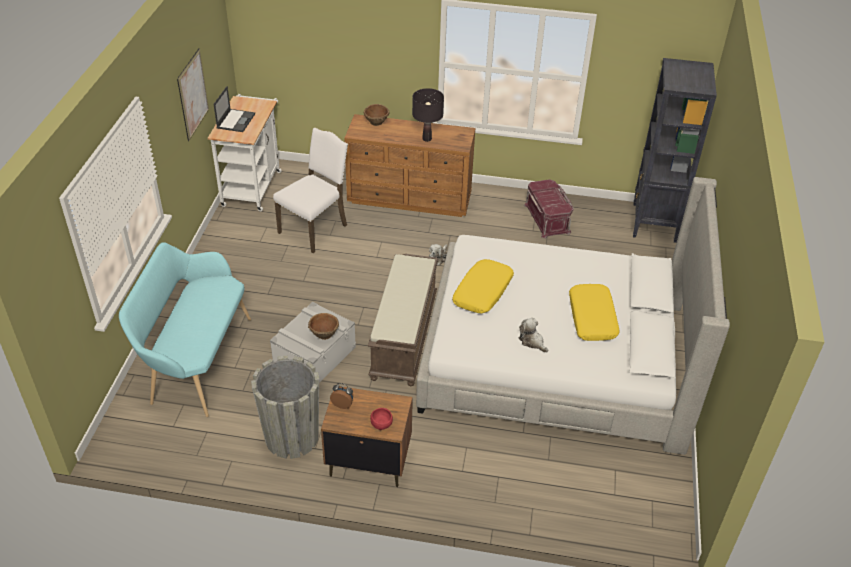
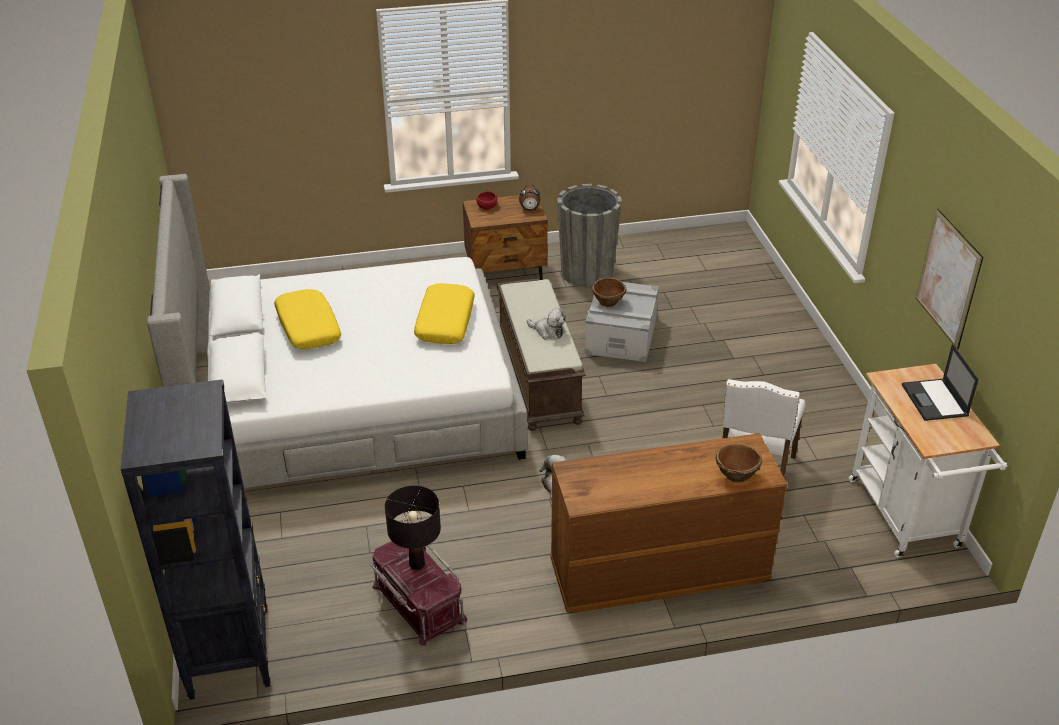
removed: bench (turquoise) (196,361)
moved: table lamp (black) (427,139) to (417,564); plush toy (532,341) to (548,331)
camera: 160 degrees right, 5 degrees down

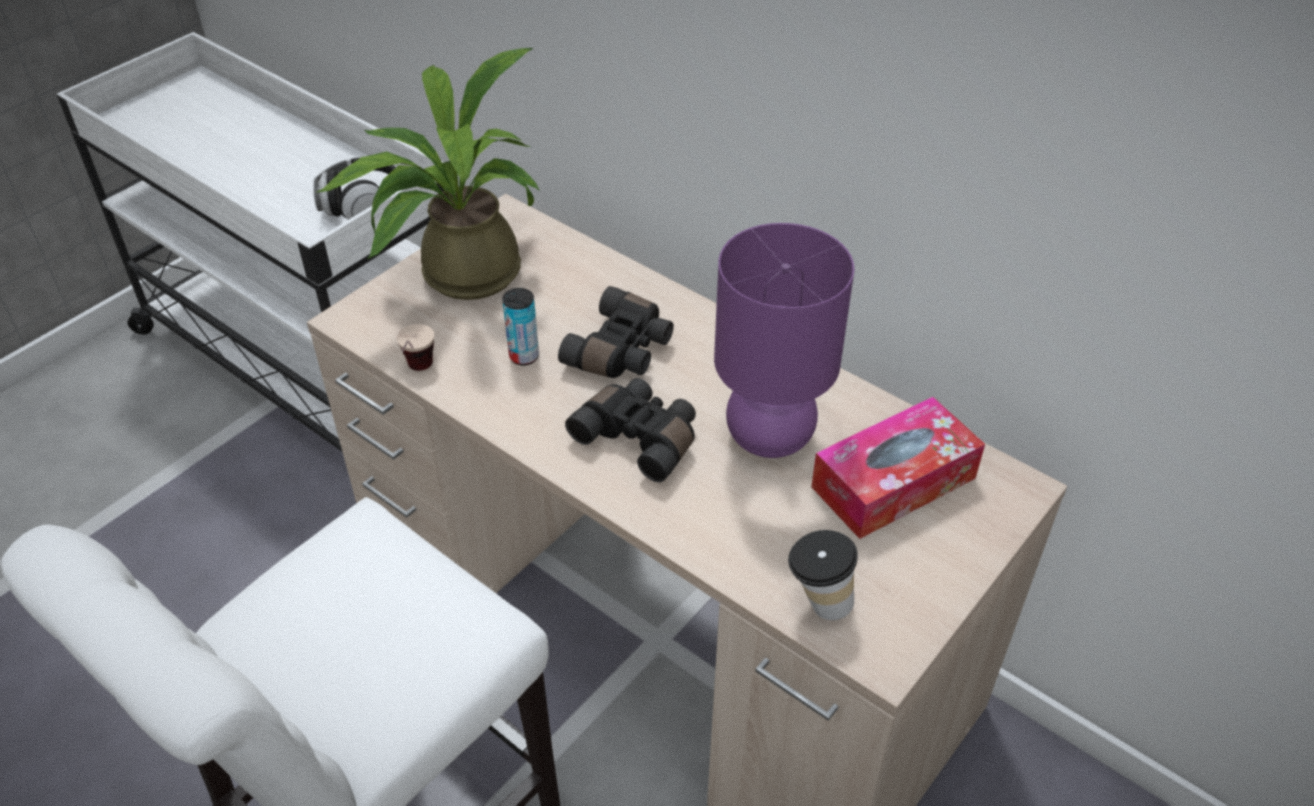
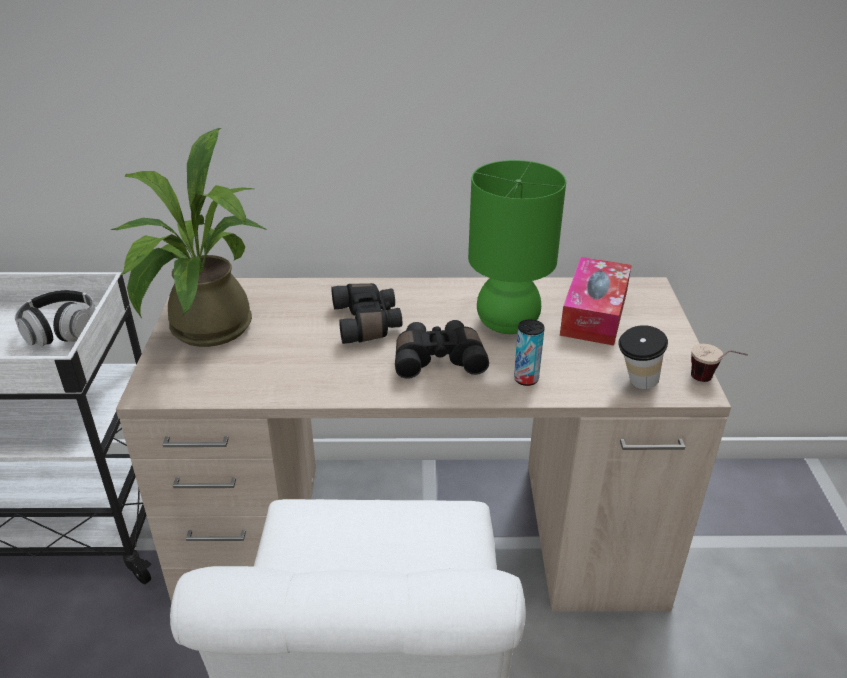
moved: can (524,356) to (526,379); cup (417,373) to (711,382)
recoloured: table lamp (purple) (769,438) to table lamp (green) (508,324)
camera: 40 degrees left, 10 degrees down

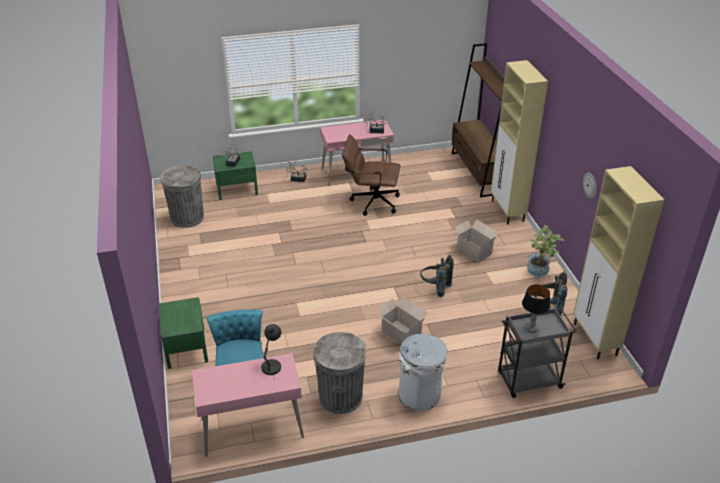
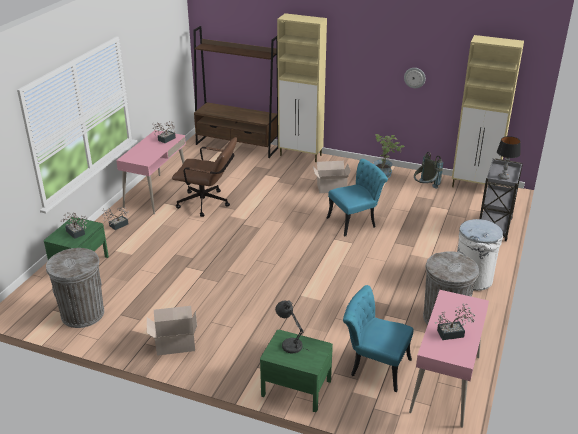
added: potted plant (453,333)
moved: cardboard box (400,333) to (174,344); table lamp (grey) (272,366) to (290,344)
replaced: backpack (grey) (435,288) to chair (turquoise) (356,221)
turned: office chair (brown) (371,202) = (208,204) 120 degrees counterclockwise
camera: 55 degrees left, 5 degrees down

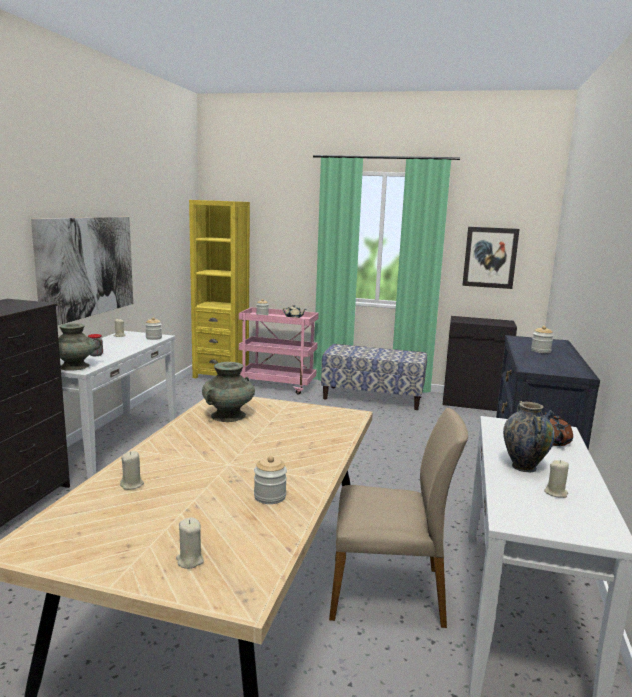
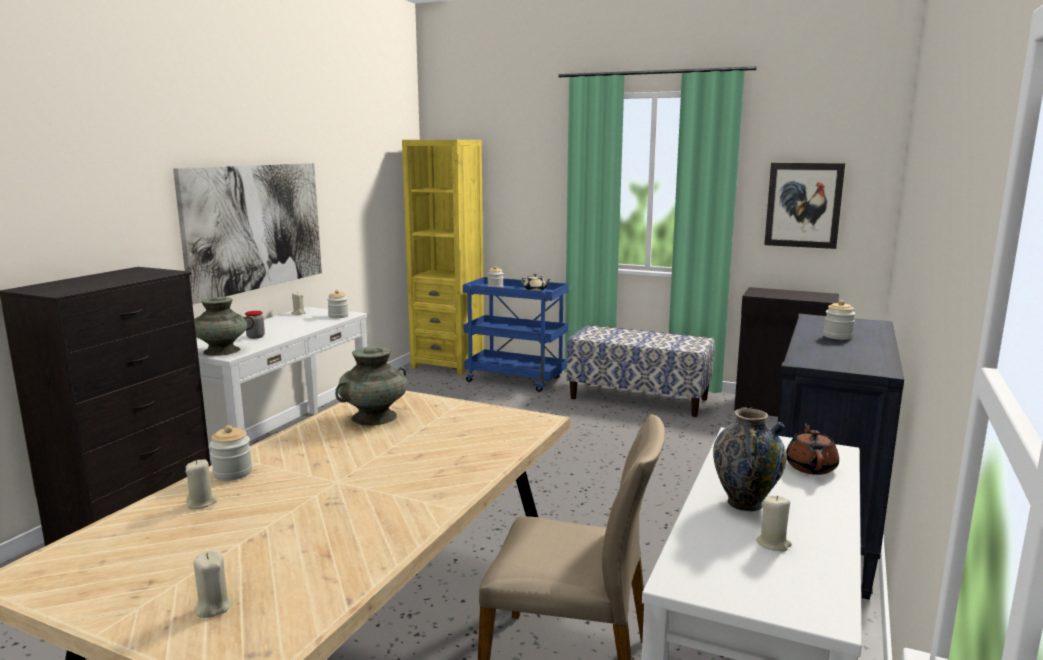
moved: jar (270,496) to (233,473)
recoloured: cart (pink) (278,386) to cart (blue) (517,380)
camera: 10 degrees right, 0 degrees up

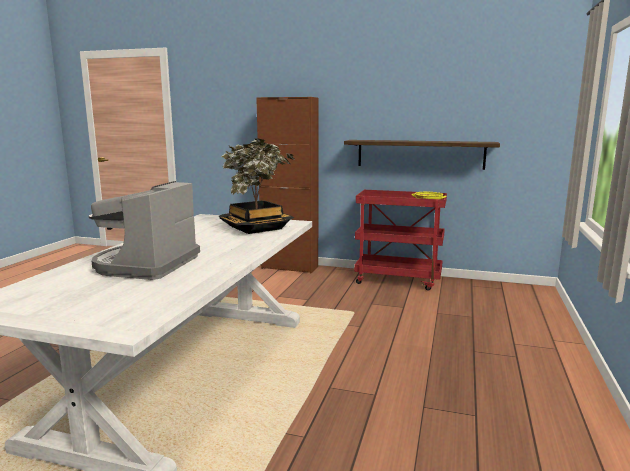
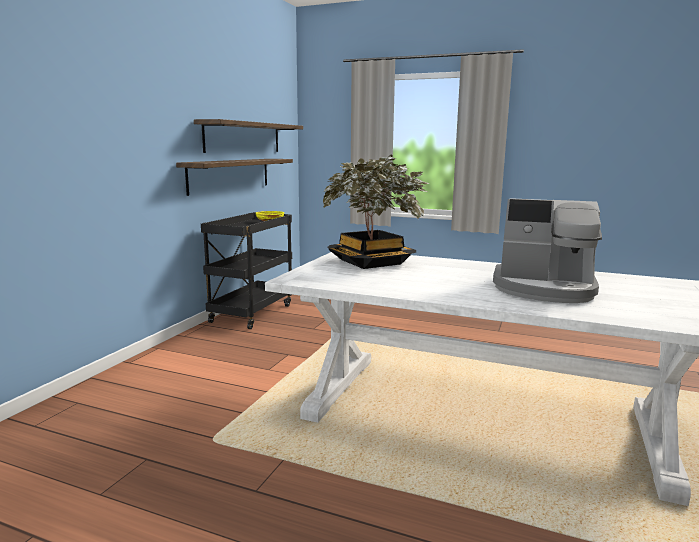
removed: cabinet (brown) (289,267)
added: shelf (243,137)
recoloured: cart (red) (399,280) to cart (black) (252,313)
camera: 85 degrees left, 0 degrees up

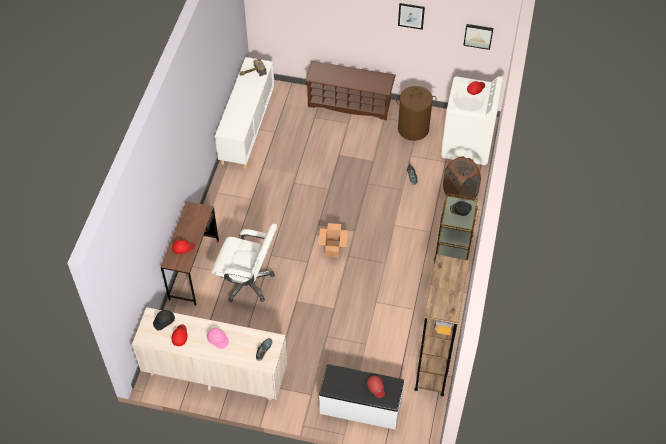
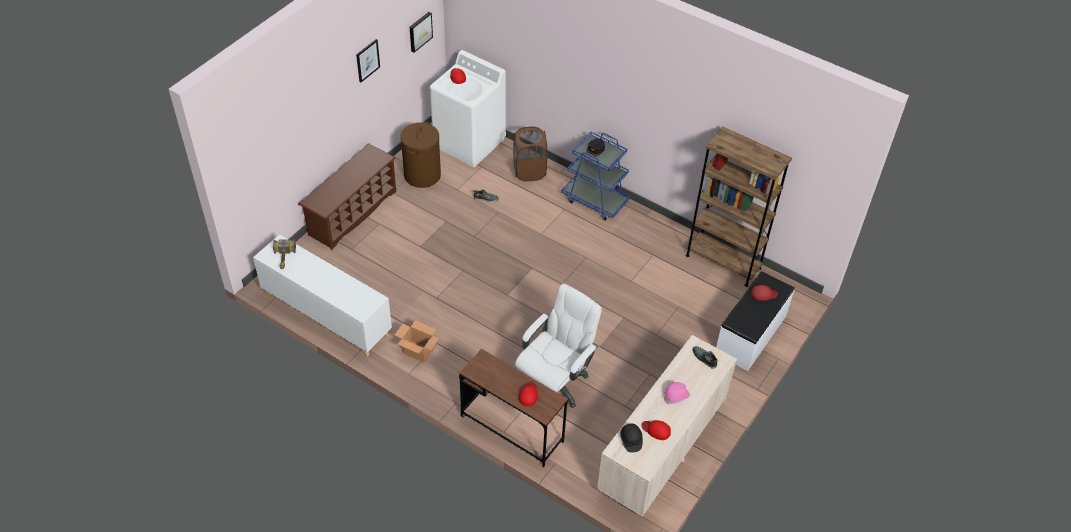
moved: cardboard box (333,248) to (417,352)
recoloured: cart (brown) (453,249) to cart (blue) (595,200)
camera: 70 degrees left, 5 degrees down

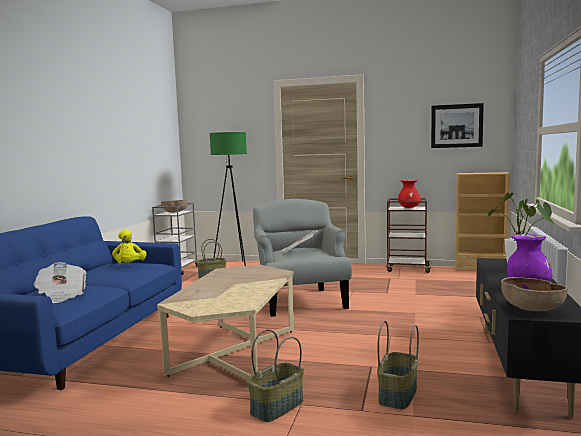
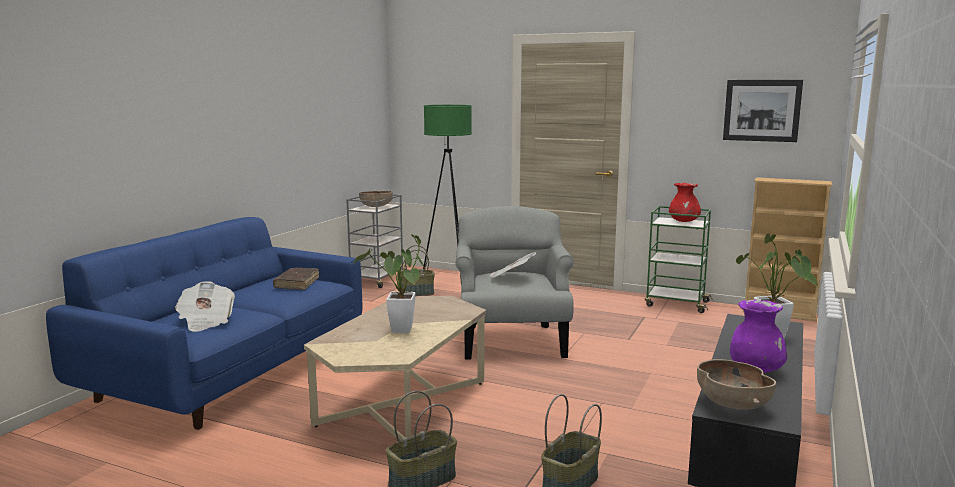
added: potted plant (400,332)
replaced: plush toy (yellow) (130,266) to book (brown) (297,284)
recoloured: cart (brown) (407,268) to cart (green) (676,304)
camera: 10 degrees right, 5 degrees up

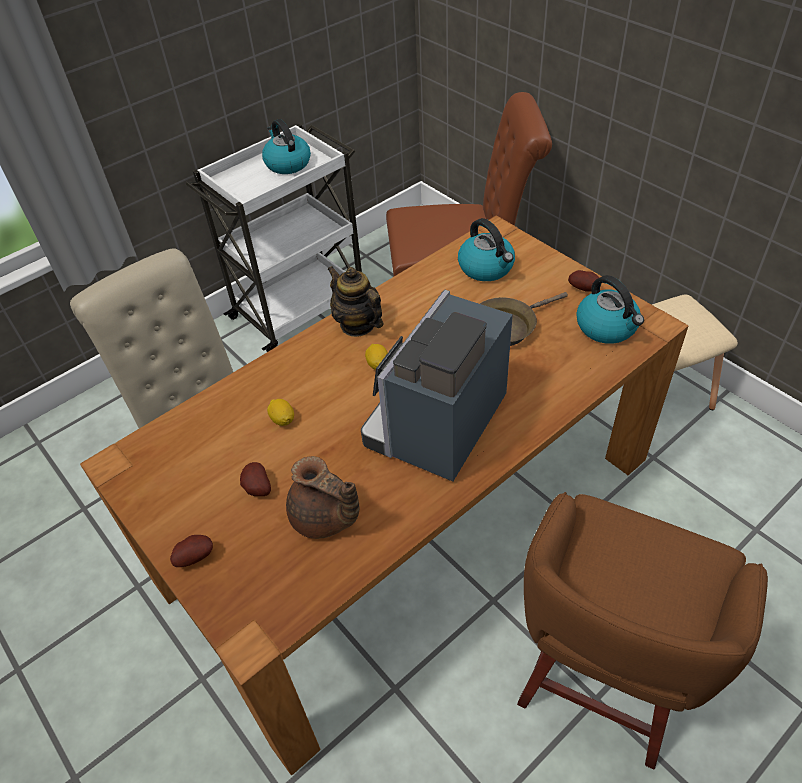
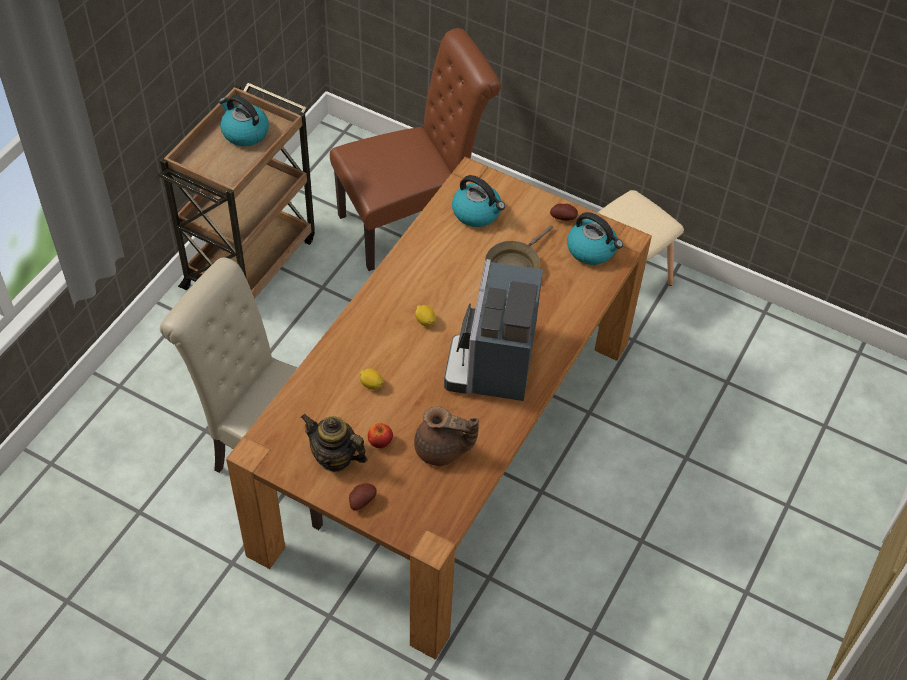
removed: stool (brown) (601,681)
moved: teapot (358,324) to (335,457)
replaced: potato (256,489) to apple (380,442)
recoloured: cart (white) (300,307) to cart (brown) (251,261)
camera: 25 degrees left, 5 degrees up

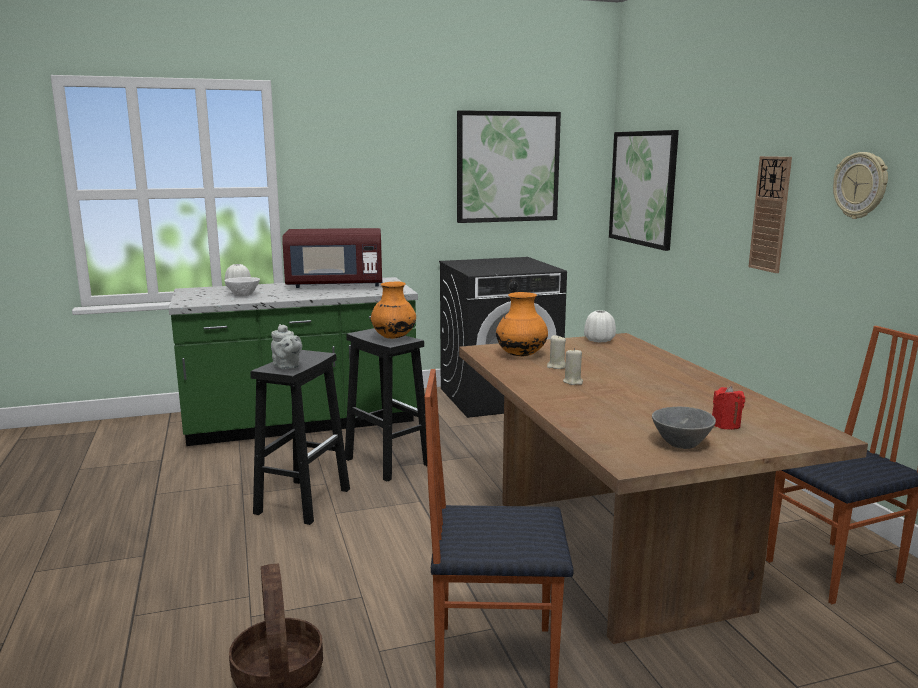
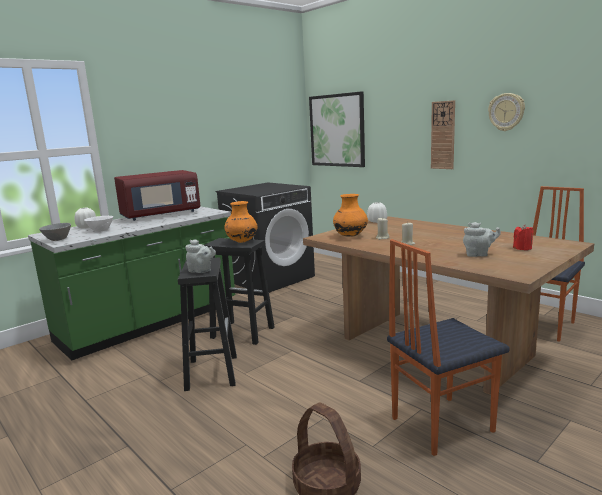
removed: picture (507,167)
added: teapot (grey) (479,255)
moved: bowl (grey) (679,443) to (57,239)
camera: 25 degrees left, 0 degrees up

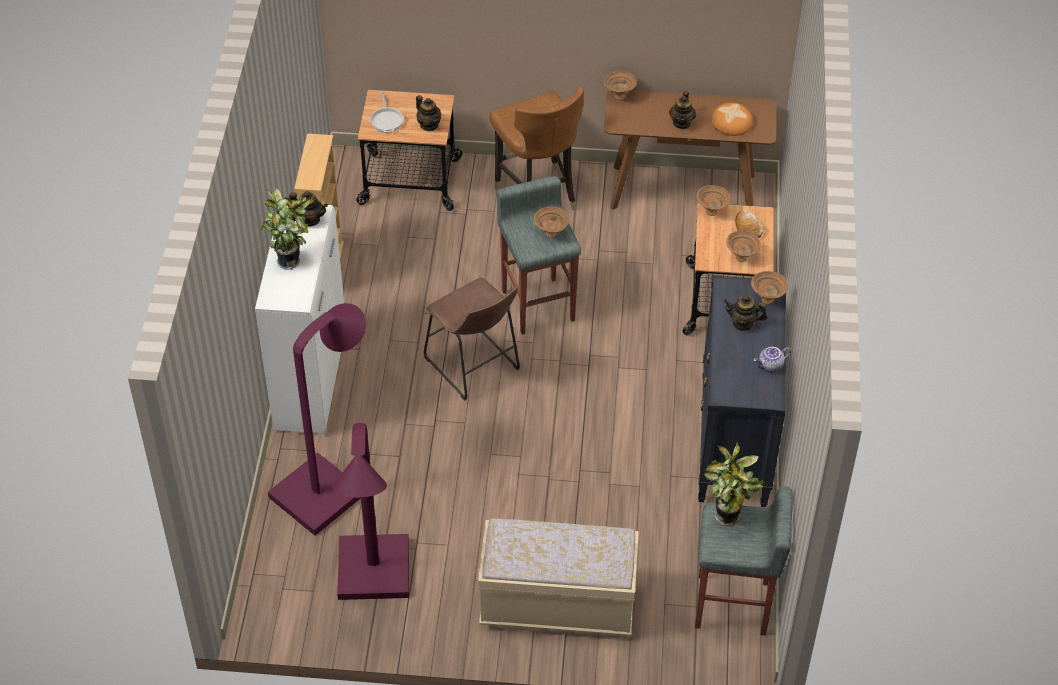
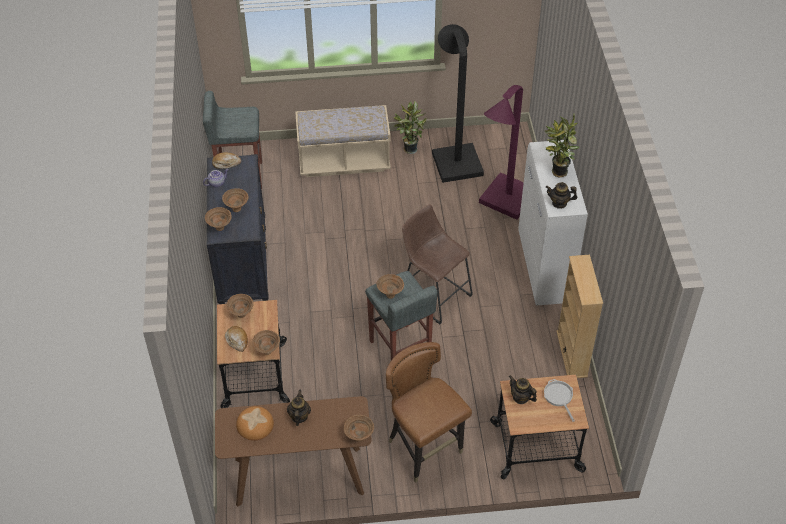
added: bread (226,163)
moved: potted plant (728,519) to (409,148)
replaced: teapot (743,323) to bowl (brown) (236,208)
recoloured: floor lamp (purple) (373,581) to floor lamp (black) (455,158)
camera: 170 degrees right, 0 degrees up

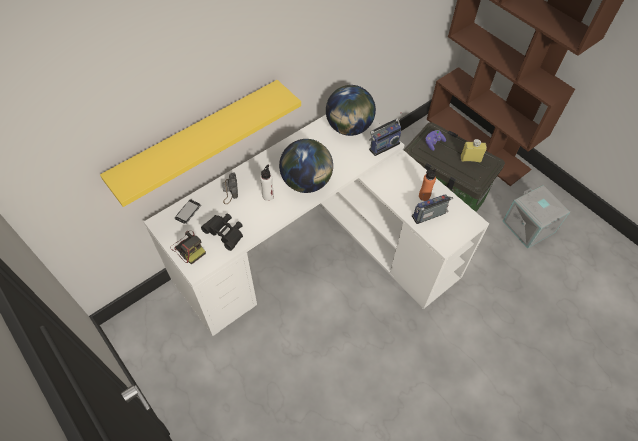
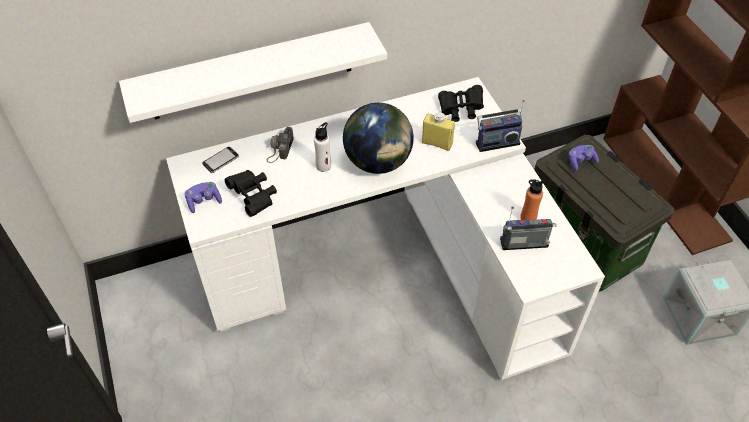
moved: bottle (yellow) (470,159) to (437,143)
replaced: globe (349,128) to binoculars (black) (460,110); photo camera (188,248) to game controller (purple) (204,201)
recoloured: shelf (yellow) (198,139) to shelf (white) (252,72)
camera: 20 degrees right, 5 degrees down

